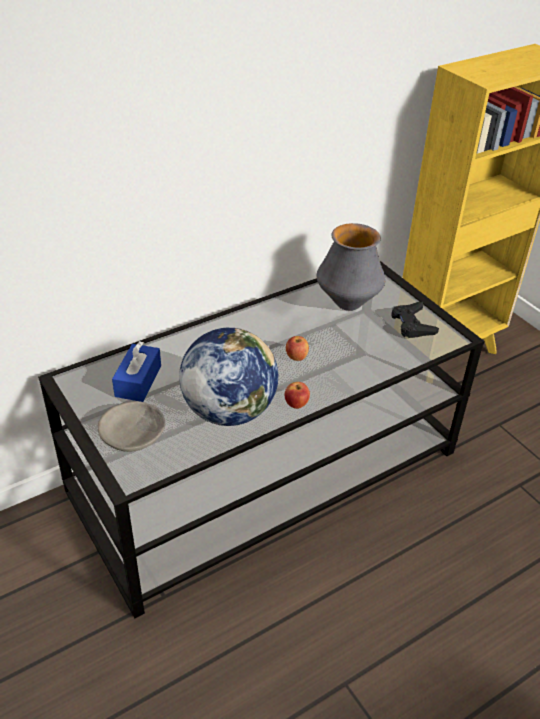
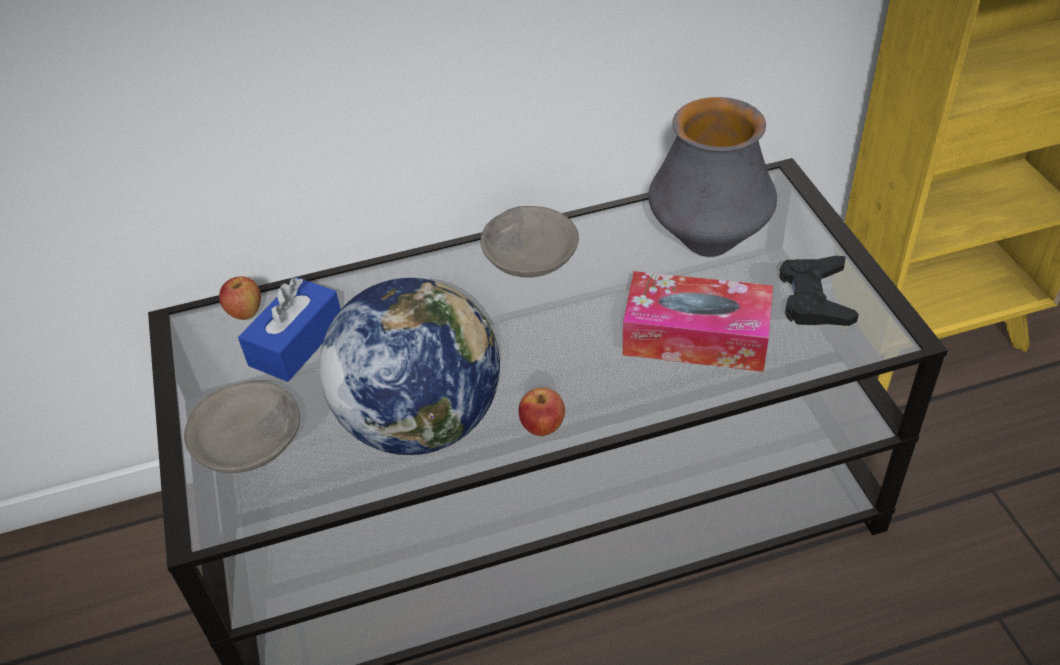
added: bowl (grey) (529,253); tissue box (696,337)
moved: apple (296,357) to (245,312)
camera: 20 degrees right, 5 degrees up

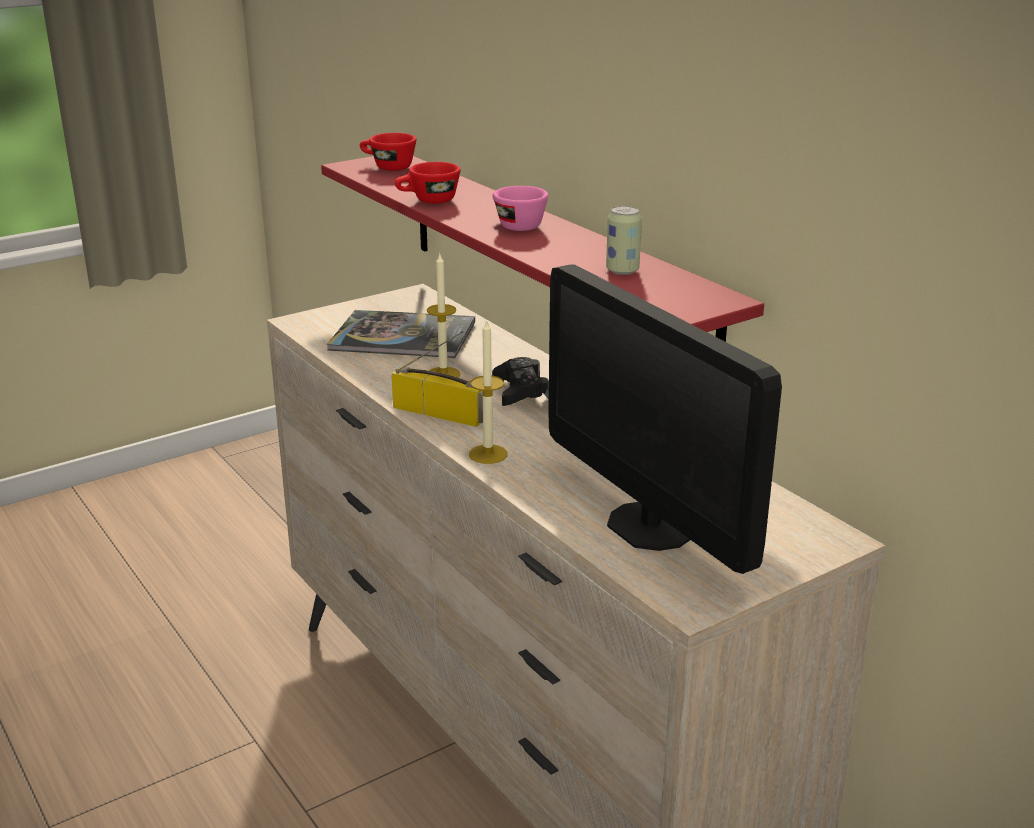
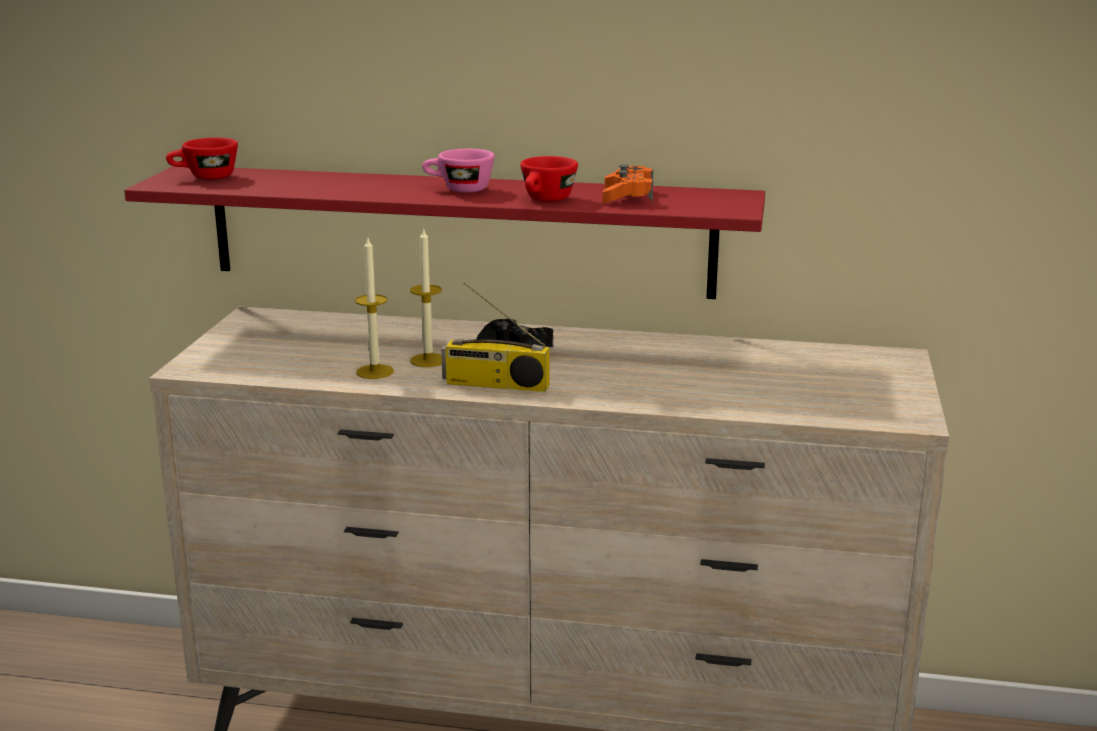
removed: monitor (650,526); book (403,336)
moved: cup (red) (428,201) to (546,200); candle (488,454) to (375,372)
replaced: can (622,270) to game controller (orange) (627,196)
turned: radio (442,413) = (495,384) 150 degrees counterclockwise
camera: 45 degrees left, 5 degrees down

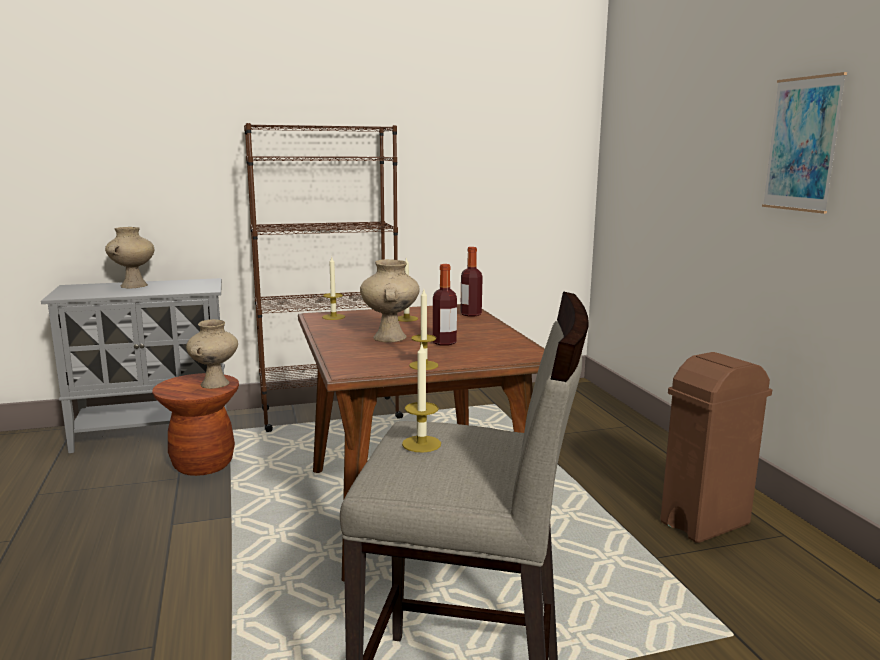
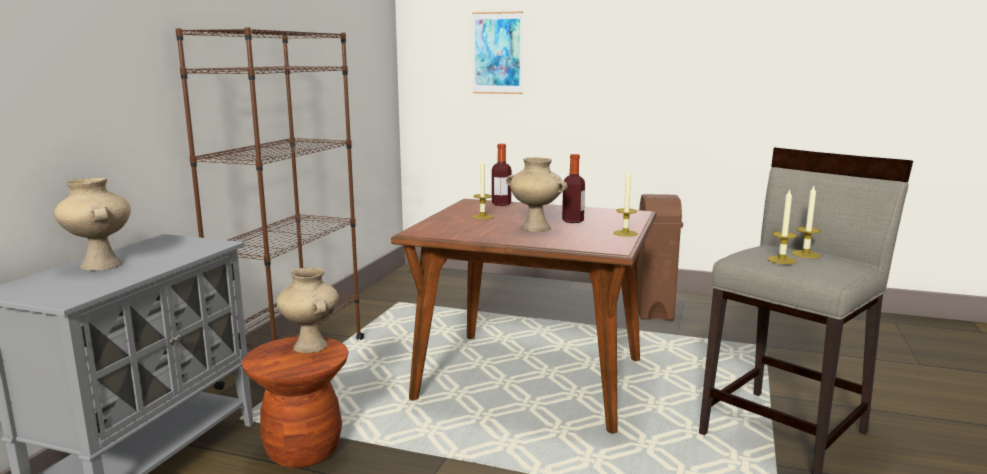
moved: picture (802,144) to (497,53); candle (333,317) to (805,254)
camera: 55 degrees left, 0 degrees up

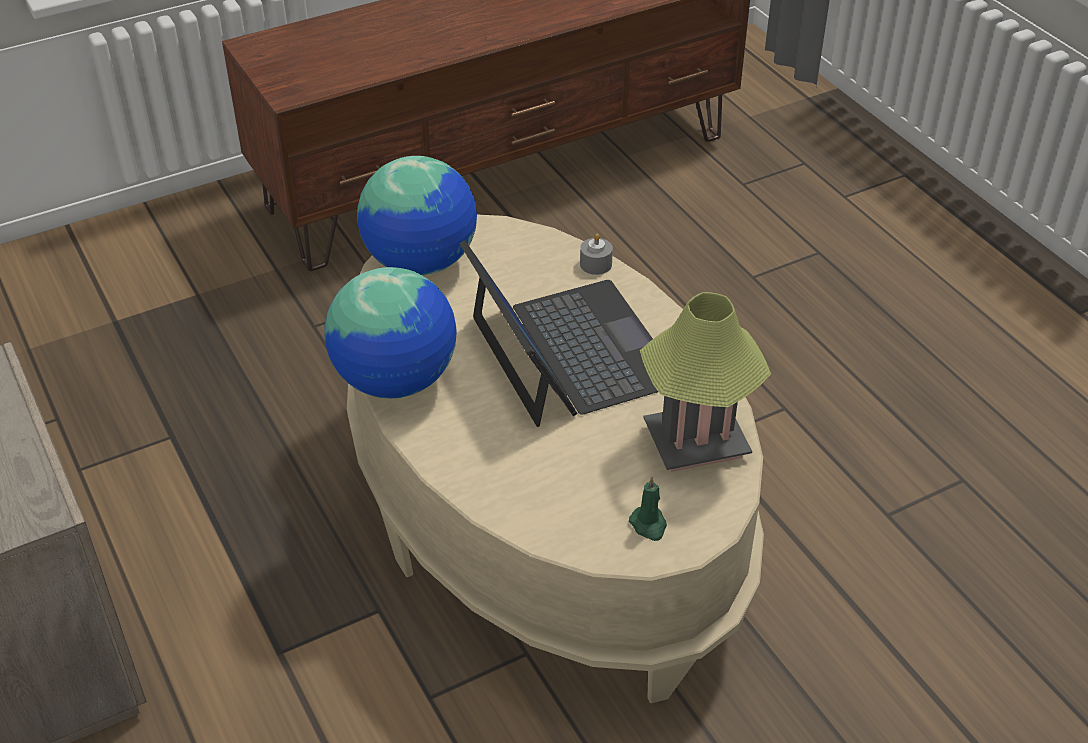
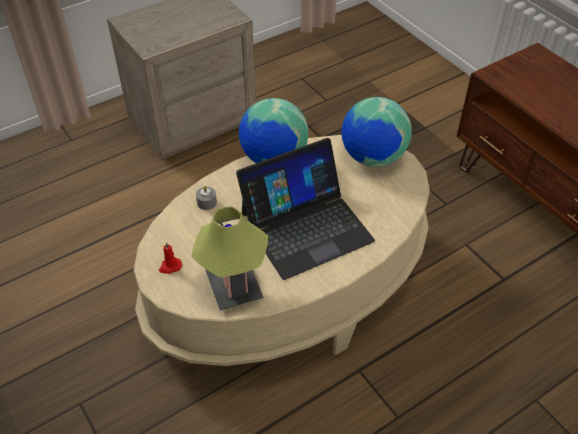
moved: candle (grey) (596,264) to (206,202)
recoloured: candle (green) (649,525) to candle (red) (170,267)
camera: 85 degrees right, 5 degrees up

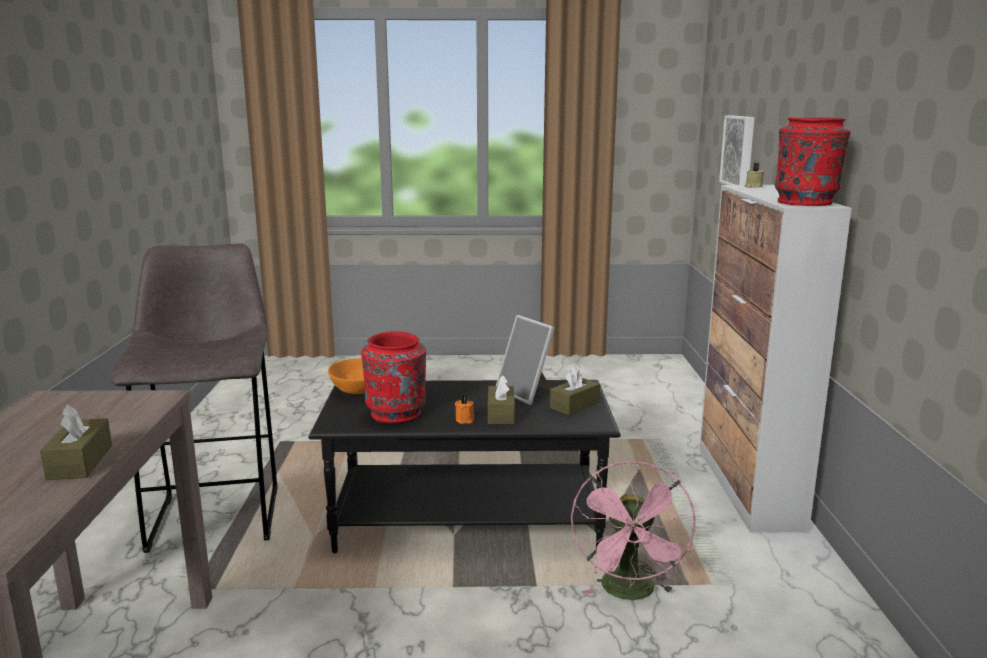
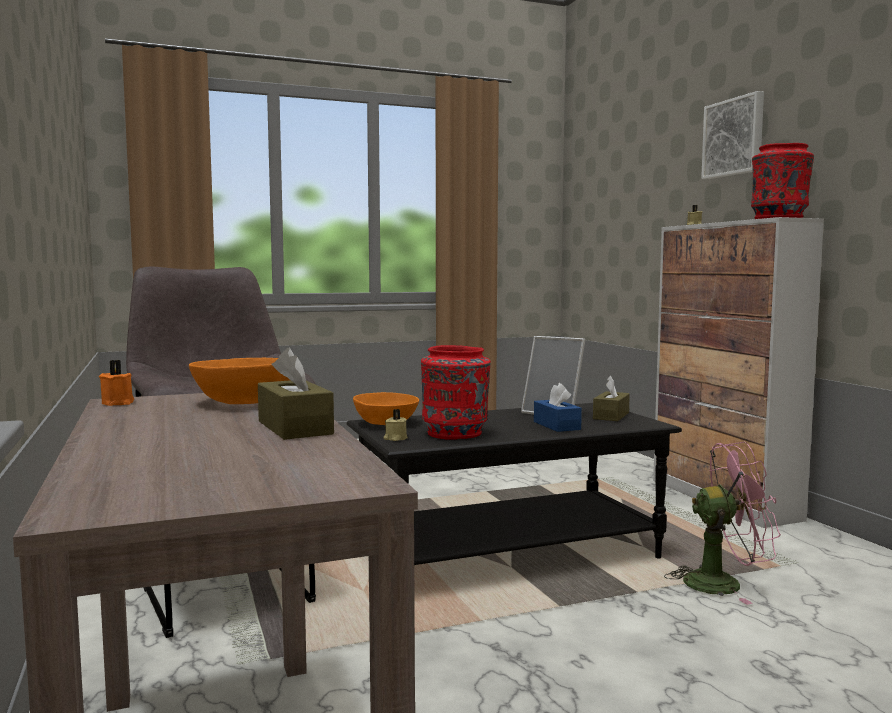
added: bowl (orange) (245,401); candle (beige) (395,438)
moved: picture (740,151) to (734,137); candle (orange) (465,419) to (119,403)
recoloured: tissue box (brown) (501,414) to tissue box (blue) (556,425)
turned: fan (pink) (630,593) = (724,583) 75 degrees counterclockwise
camera: 20 degrees left, 10 degrees down

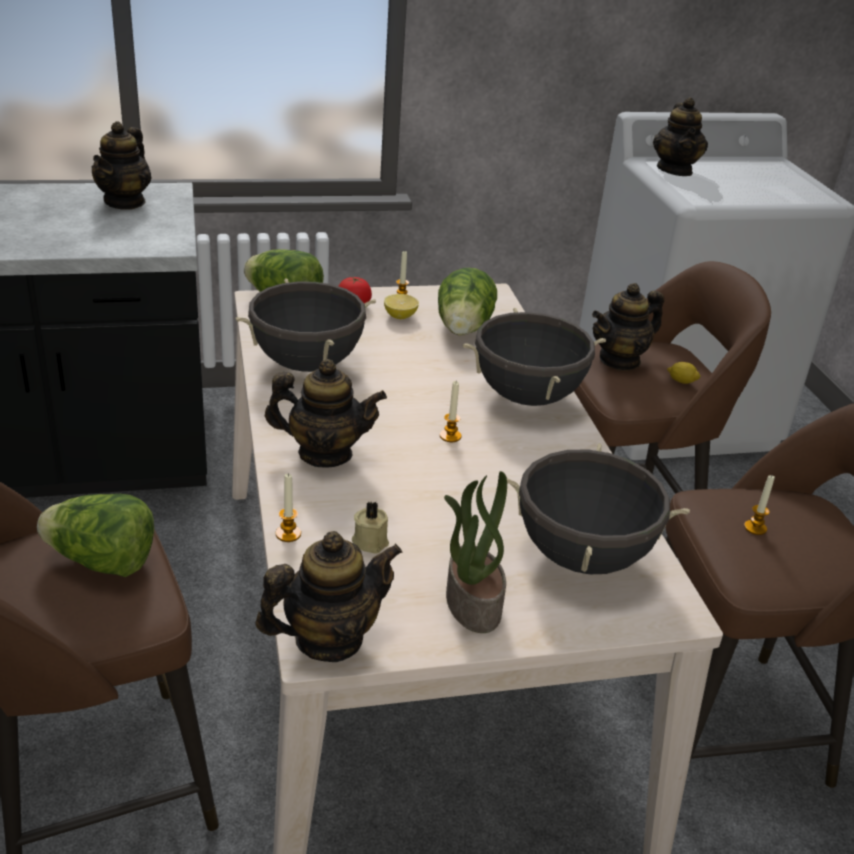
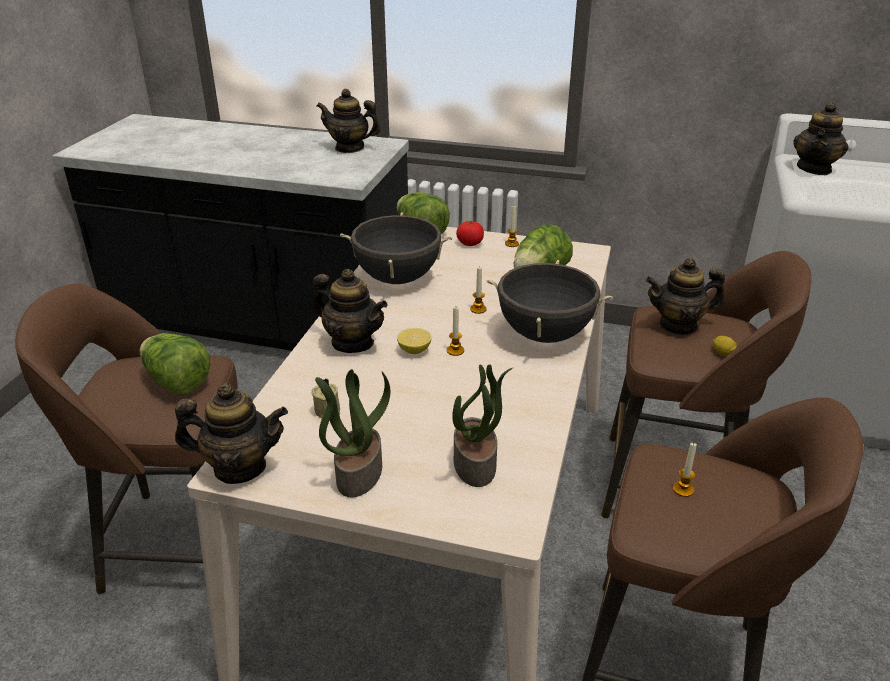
moved: lemon (400,316) to (414,350); candle (288,534) to (478,309)
replaced: cooking pot (black) (582,556) to potted plant (476,464)
turned: teapot (125,202) = (350,148) 60 degrees clockwise
camera: 30 degrees right, 0 degrees up

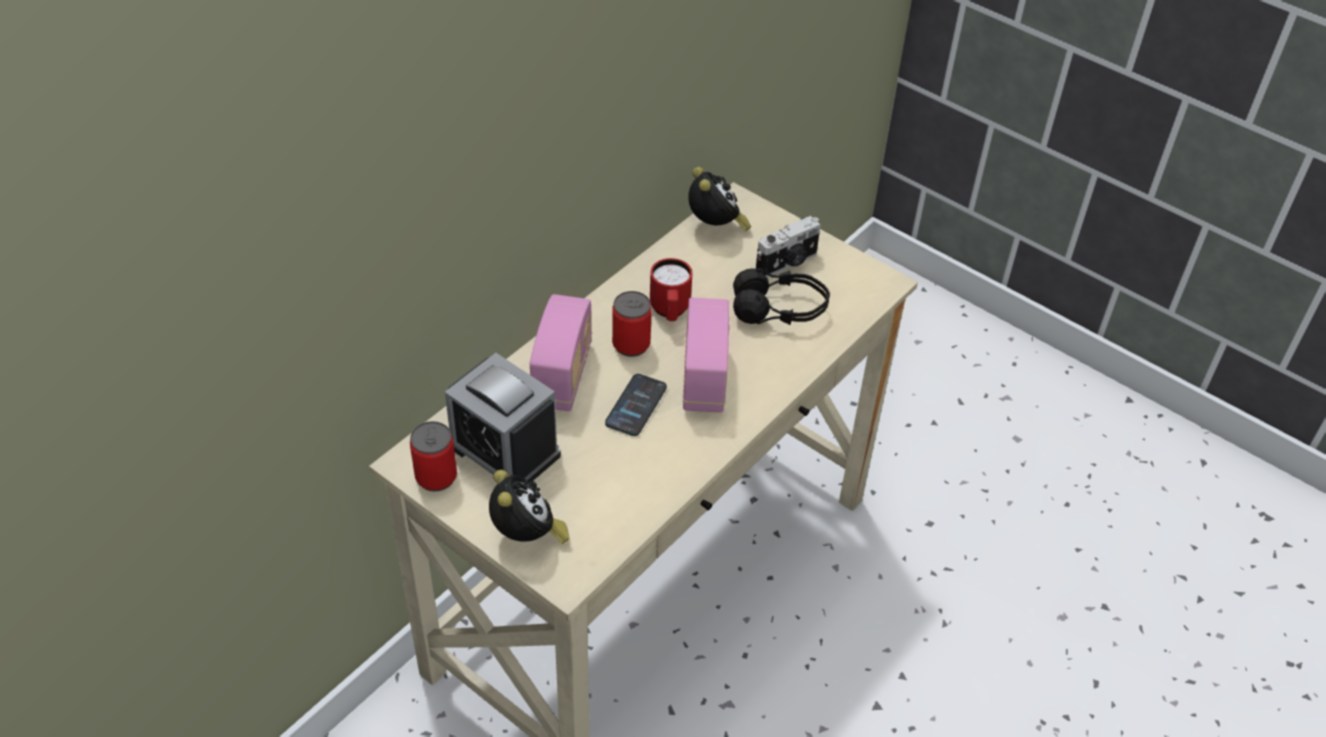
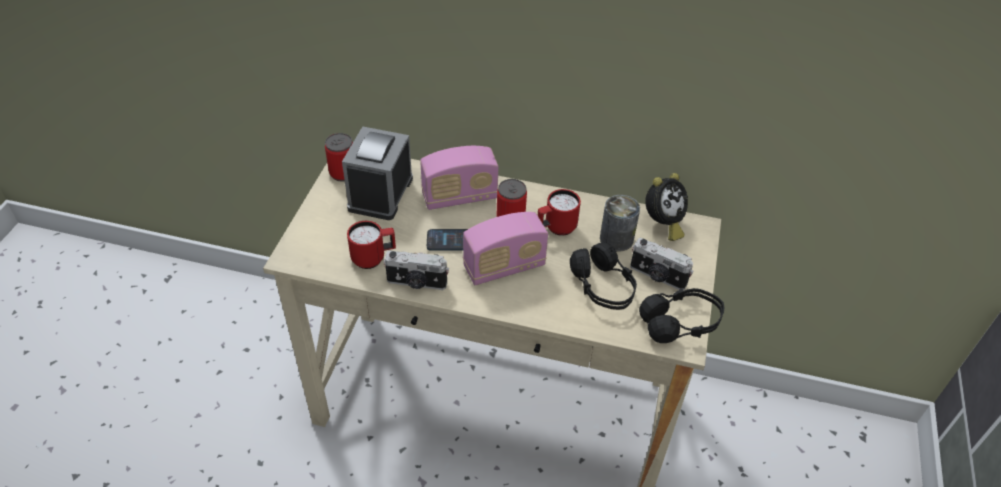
removed: alarm clock (527,536)
added: can (616,239); mug (red) (373,258); photo camera (416,283); headphones (black) (680,323)
camera: 65 degrees right, 0 degrees up

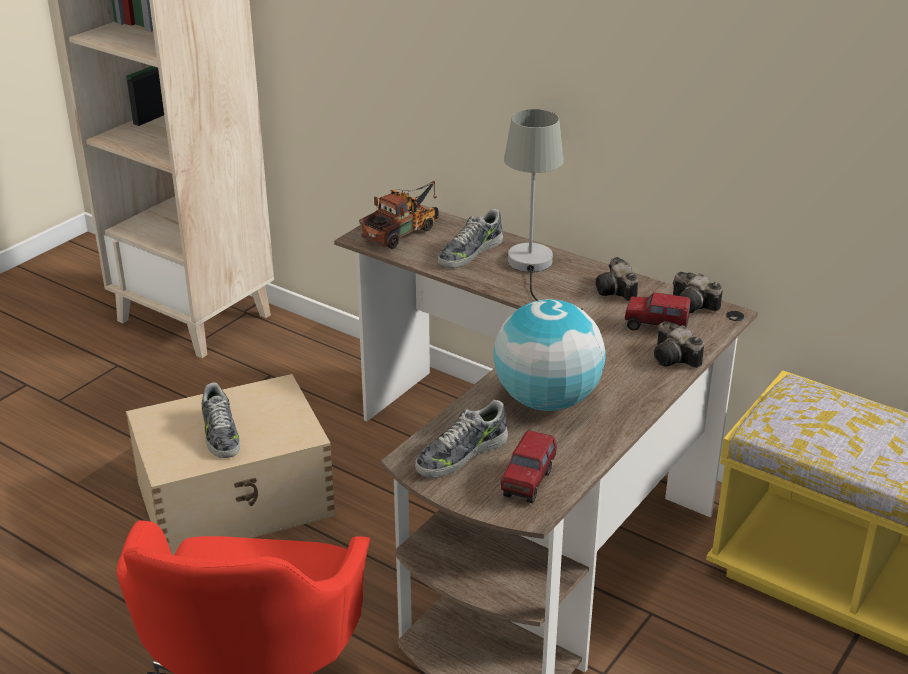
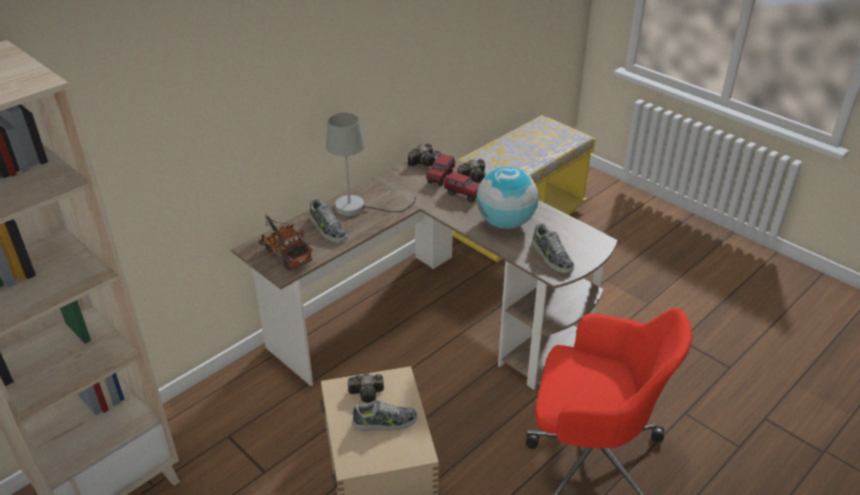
moved: photo camera (617,292) to (368,393); toy truck (528,483) to (463,195)
camera: 80 degrees left, 5 degrees up

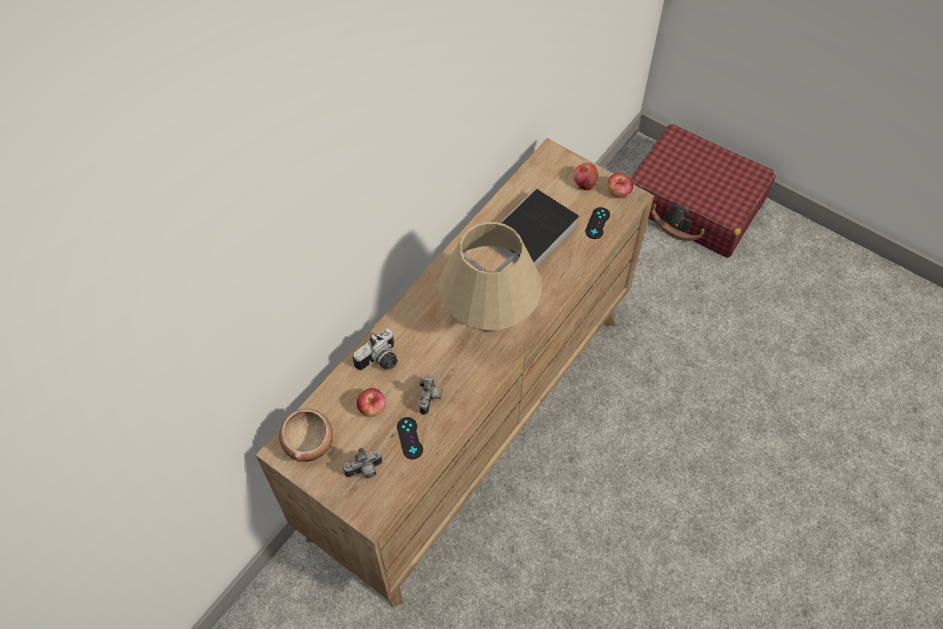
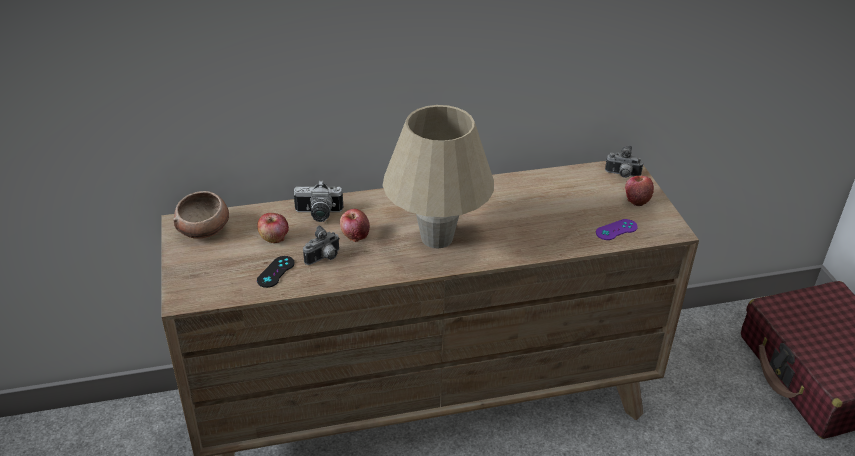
removed: book (531,236)
moved: apple (618,192) to (355,235); photo camera (365,471) to (622,175)
recoloured: game controller (black) (597,223) to game controller (purple) (616,230)
camera: 40 degrees right, 20 degrees down

